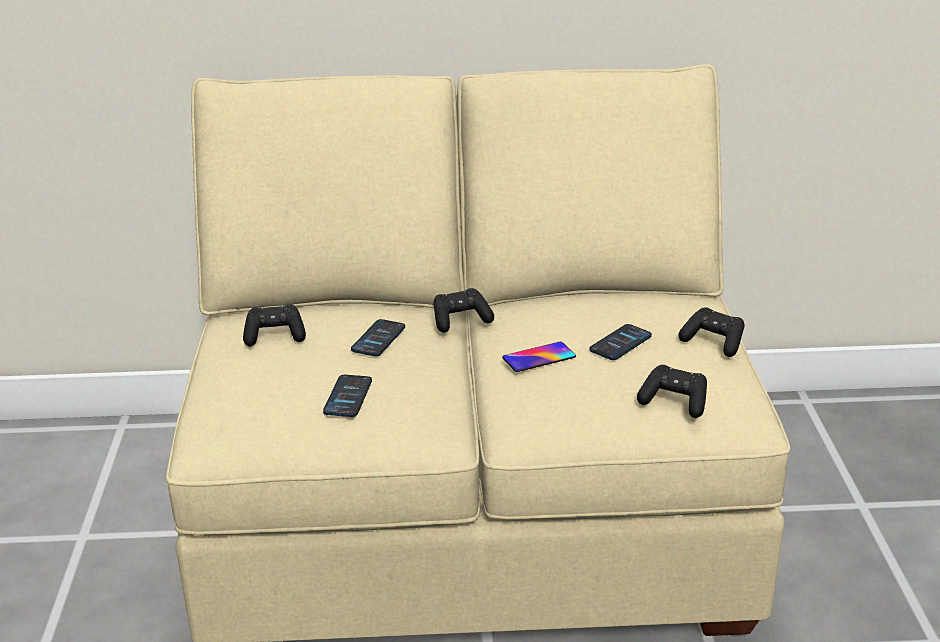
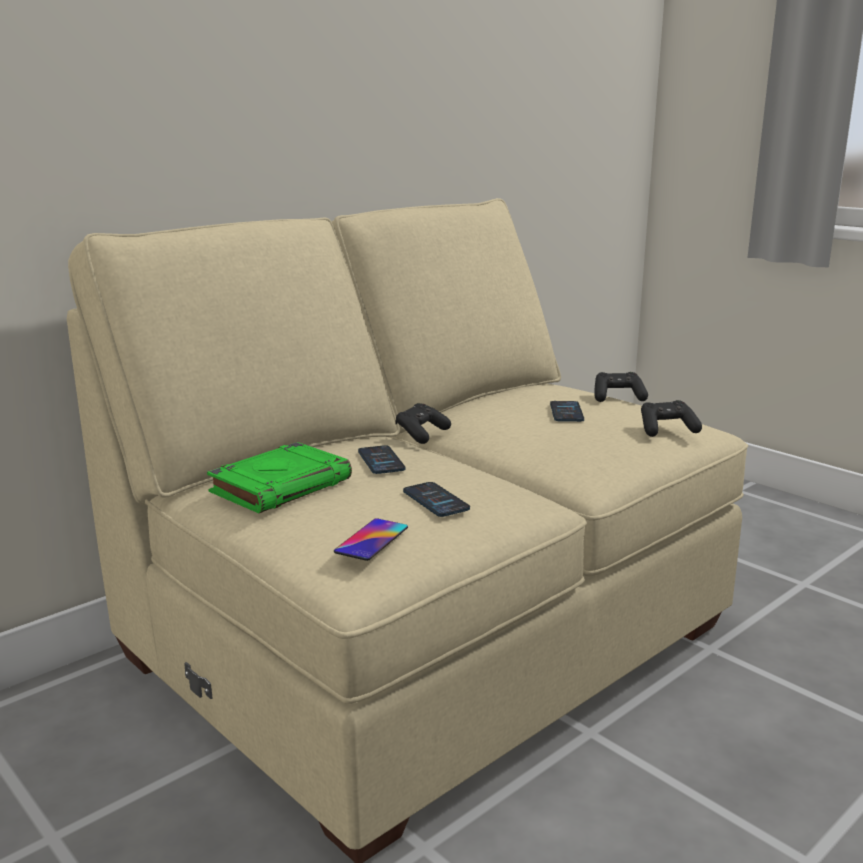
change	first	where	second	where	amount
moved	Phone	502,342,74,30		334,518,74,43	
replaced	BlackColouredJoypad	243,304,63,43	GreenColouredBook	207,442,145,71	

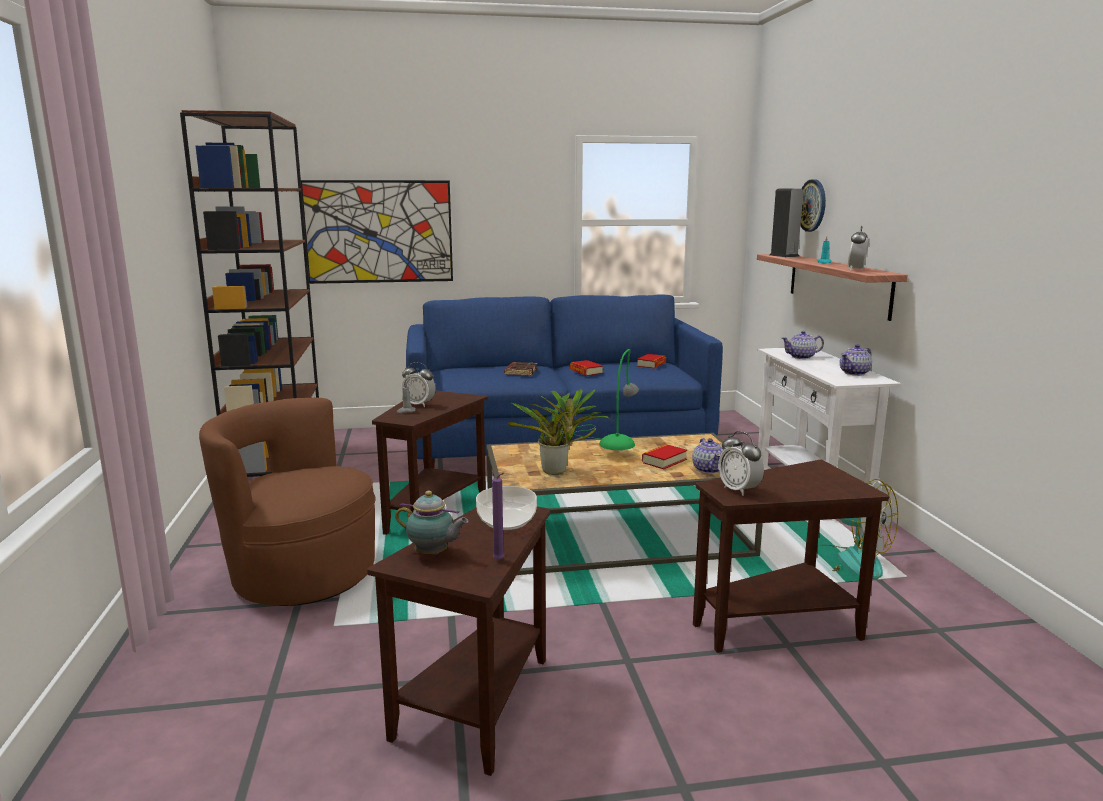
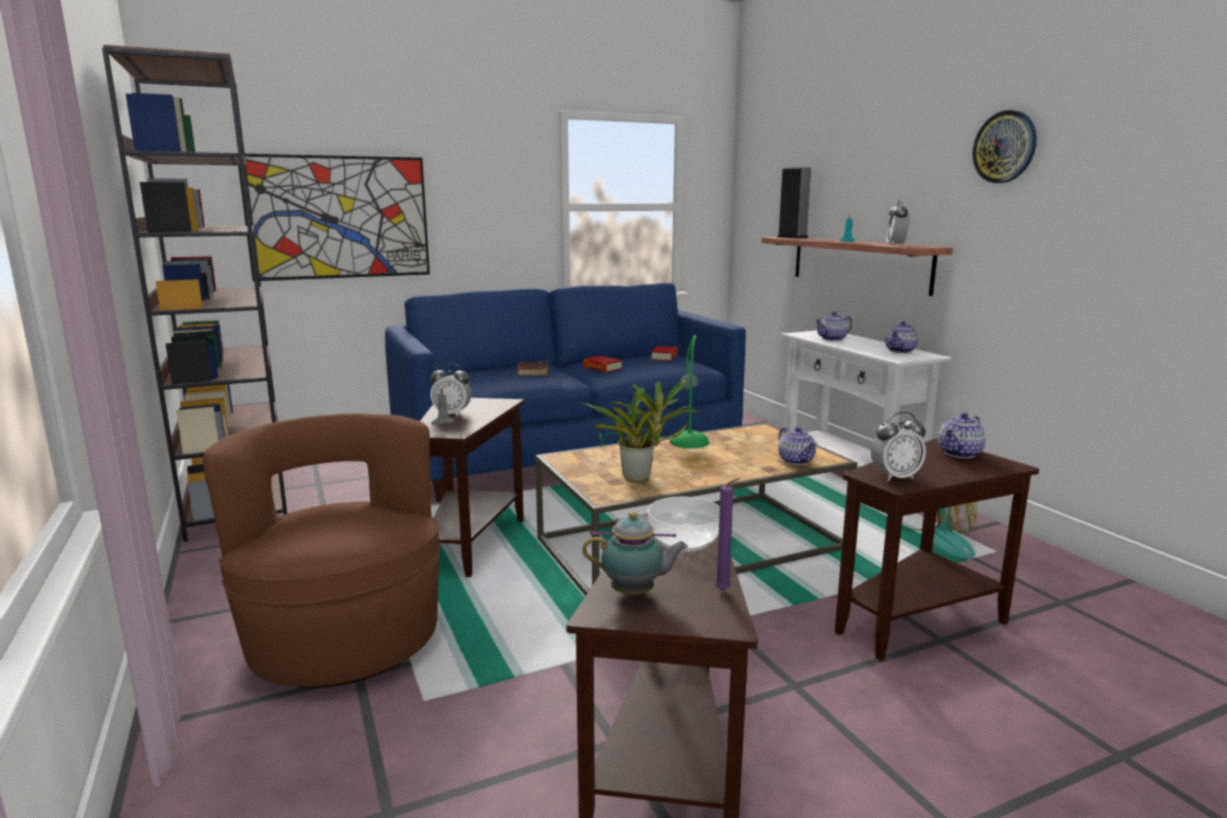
change	first	where	second	where	amount
removed	Book	642,444,45,25			
added			TeaPot	938,413,48,45	
moved	HangingClock	800,180,26,52		972,110,65,73	
turned	BrownishEasyChair	199,398,177,208		203,413,237,275	60 degrees clockwise
turned	BedsideClock	718,431,46,65		871,412,55,70	60 degrees counterclockwise

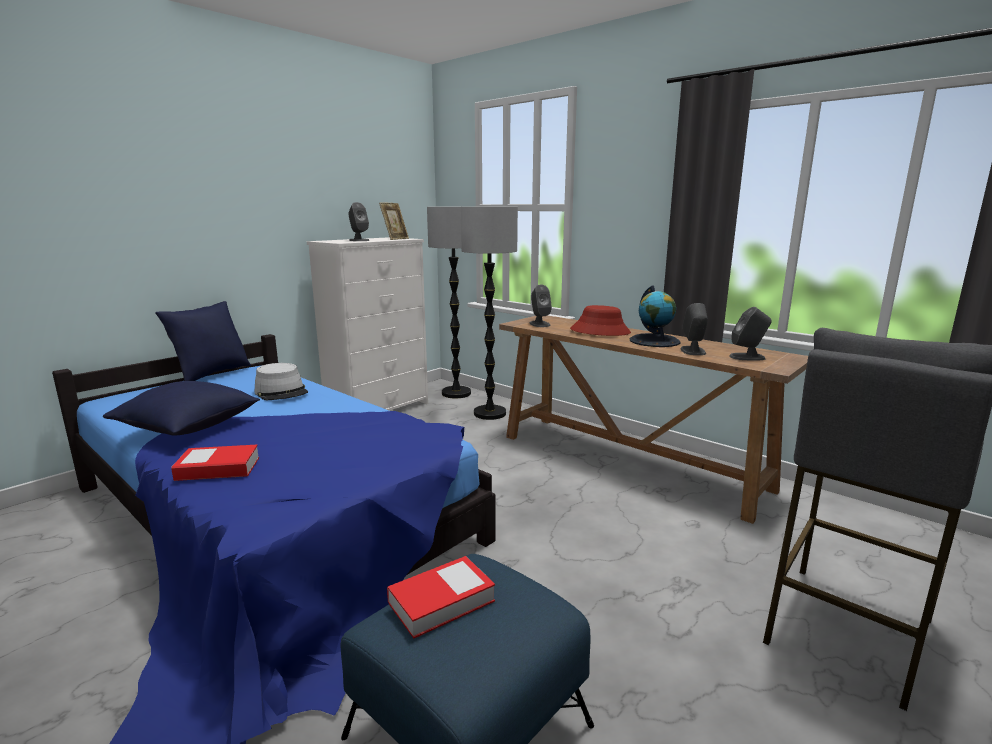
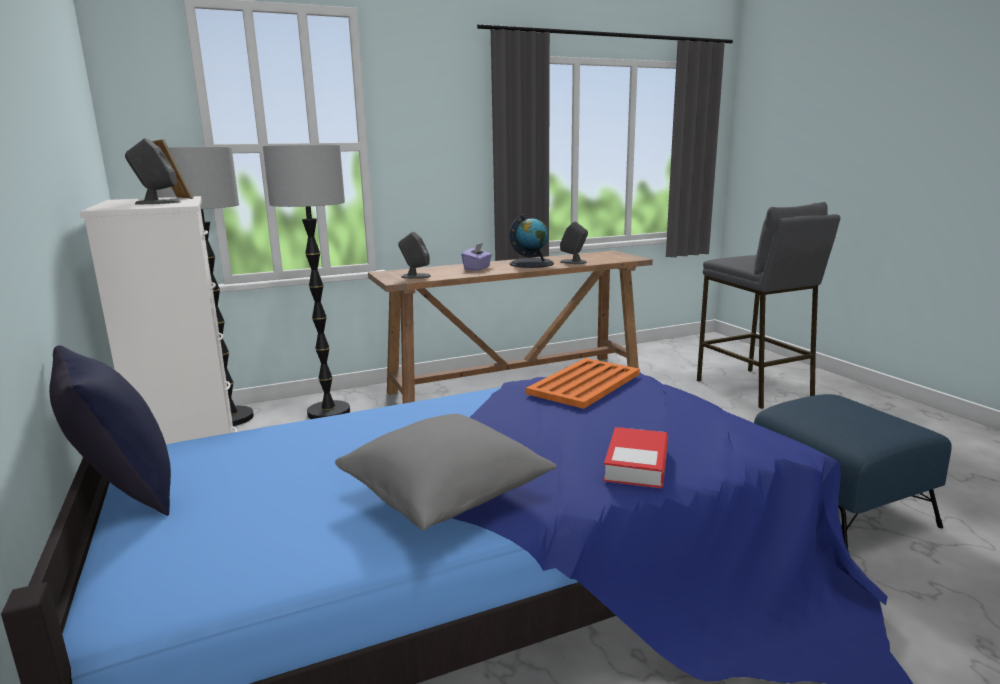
change	first	where	second	where	amount
removed	GreyishWearableHat	255,363,53,37			
removed	Book	387,556,108,82			
removed	GreyishLoudspeaker	729,307,43,54			
added			OrangeServingTray	526,358,114,51	
replaced	RedWearableHat	570,305,61,31	PurpleColouredTissueBox	461,243,31,28	
recoloured	BluishCushion	103,381,157,54	GreyishCushion	335,414,222,117	

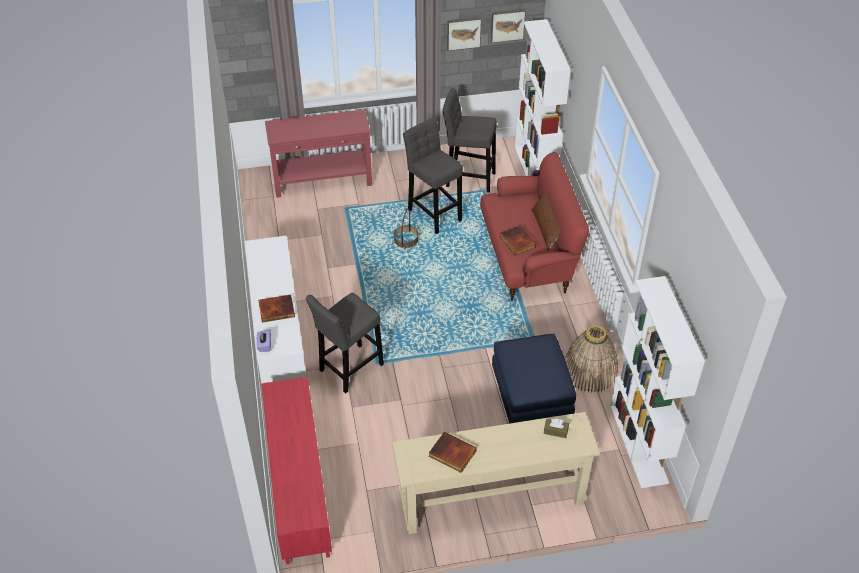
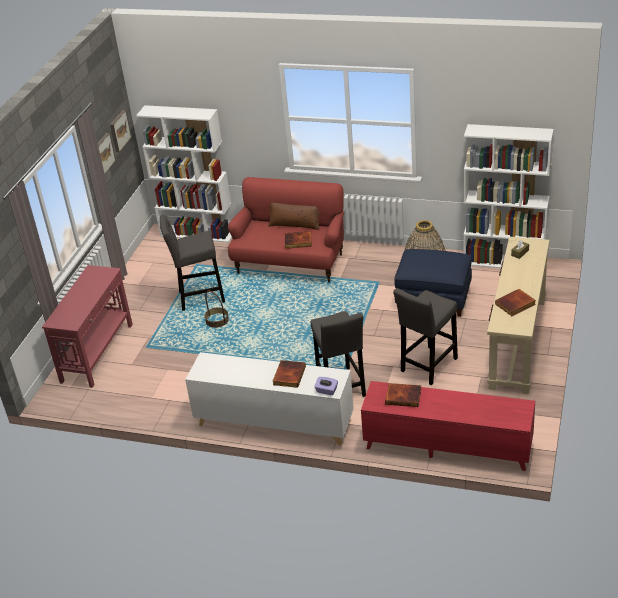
change	first	where	second	where	amount
added			Book	385,383,36,24	
moved	GreyishStool	442,88,54,105		393,288,65,97	

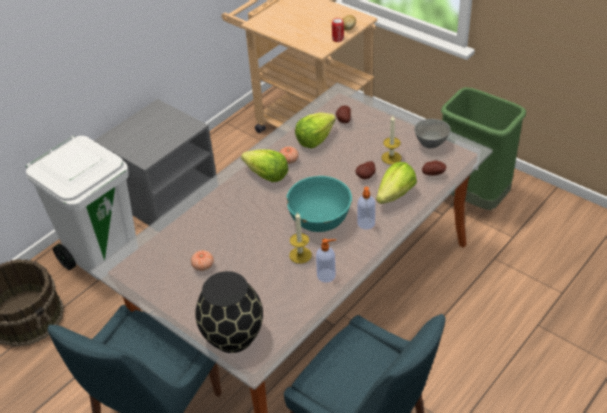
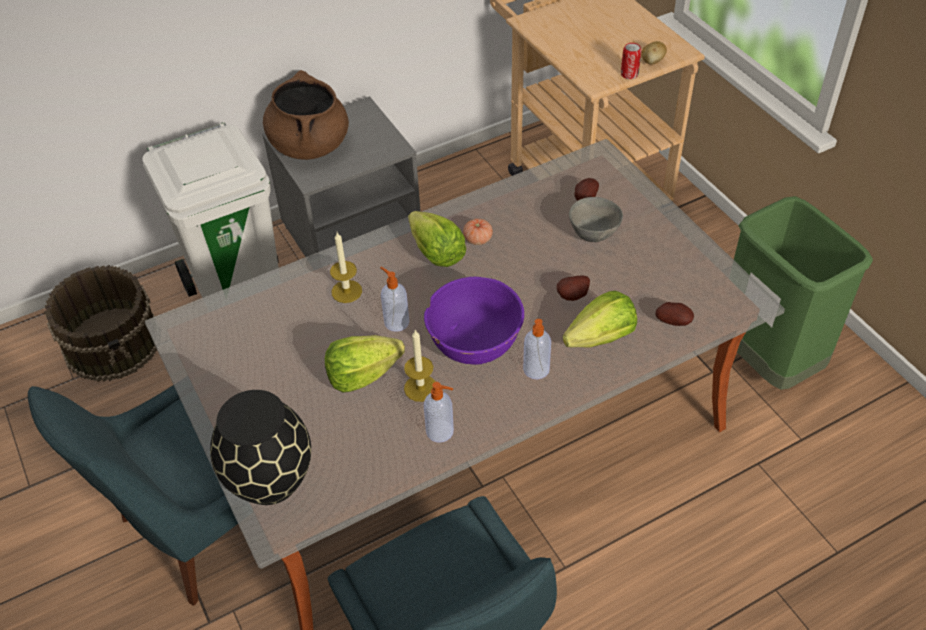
change	first	where	second	where	amount
removed	Tomato	191,250,23,21			
added			BrownishSaucepot	263,70,86,90	
added			SoapBottle	380,267,29,65	
moved	HeadOfLettuce	295,112,41,37		325,335,80,58	
moved	WaxLight	381,116,21,49		330,232,32,71	
moved	GreyishDeepDish	415,119,36,29		569,197,54,45	
recoloured	TurquoiseColouredDeepDish	286,176,66,56	PurpleColouredDeepDish	424,277,100,88	

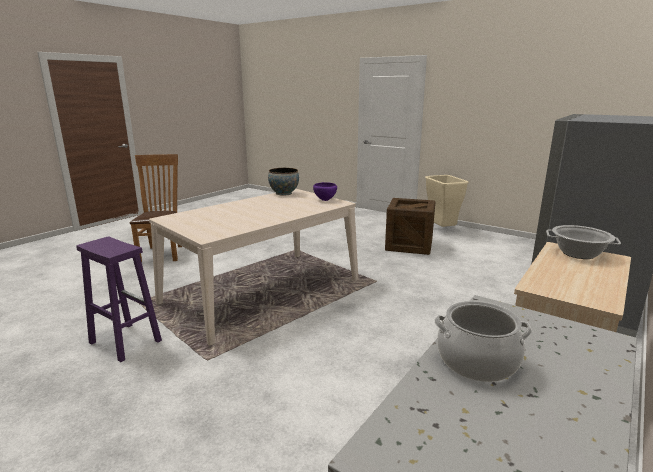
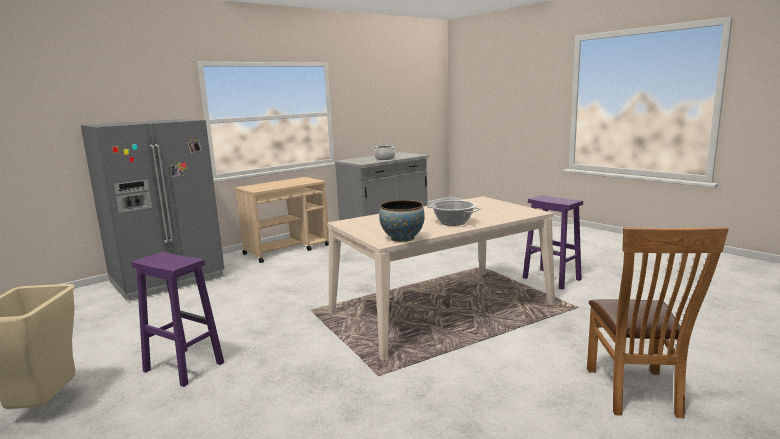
change	first	where	second	where	amount
removed	PurpleColouredDeepDish	313,182,24,19			
moved	Saucepot	546,225,75,34		427,200,54,26	
replaced	PackingCrate	385,198,50,57	PurpleColouredStool	131,252,93,135	

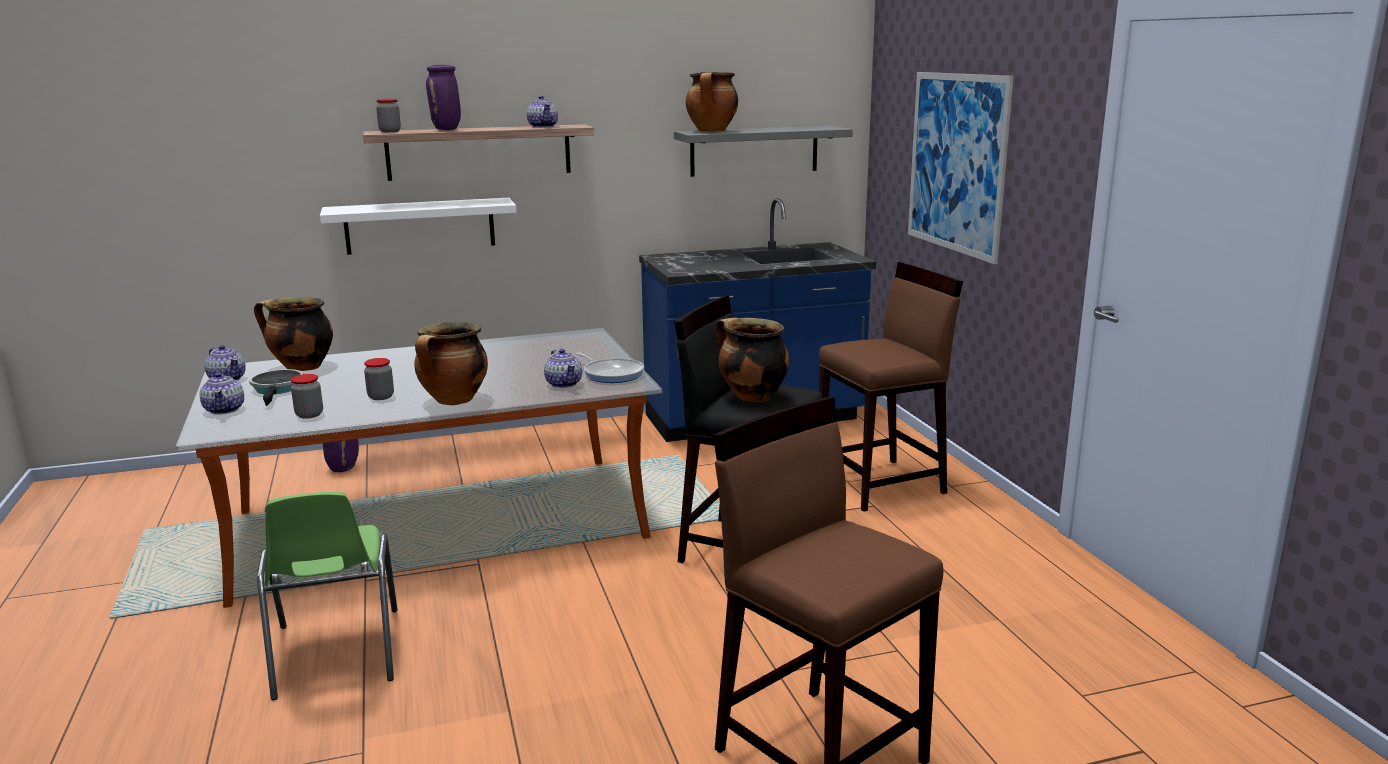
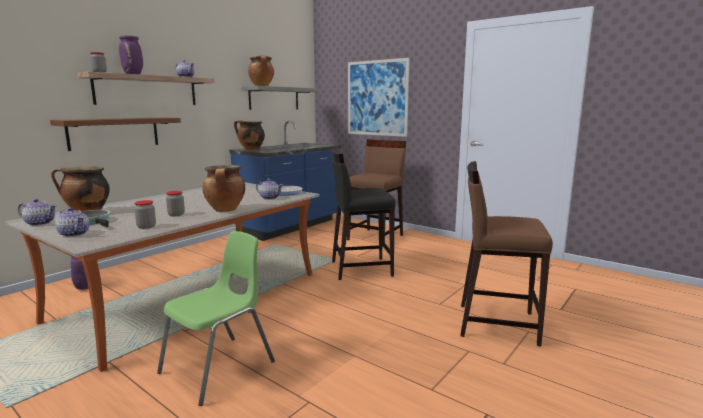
change	first	where	second	where	amount
moved	Saucepot	715,318,74,84		234,120,31,30	
recoloured	WhiteColouredShelf	320,198,197,57	BrownishShelf	50,118,131,33	
turned	GreenColouredPlainChair	257,491,141,209		157,231,118,175	90 degrees counterclockwise

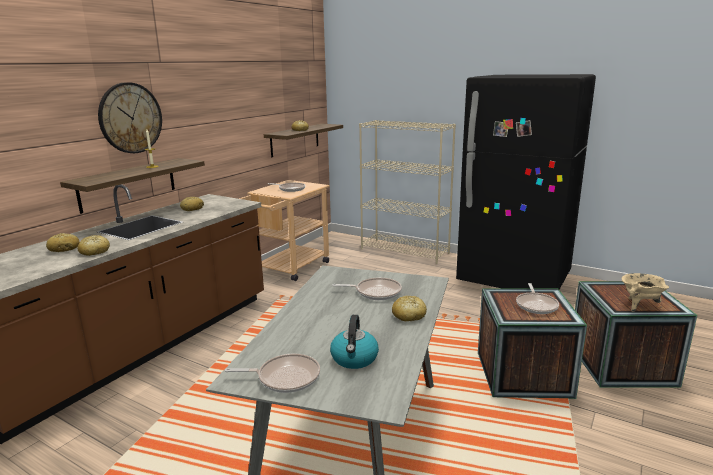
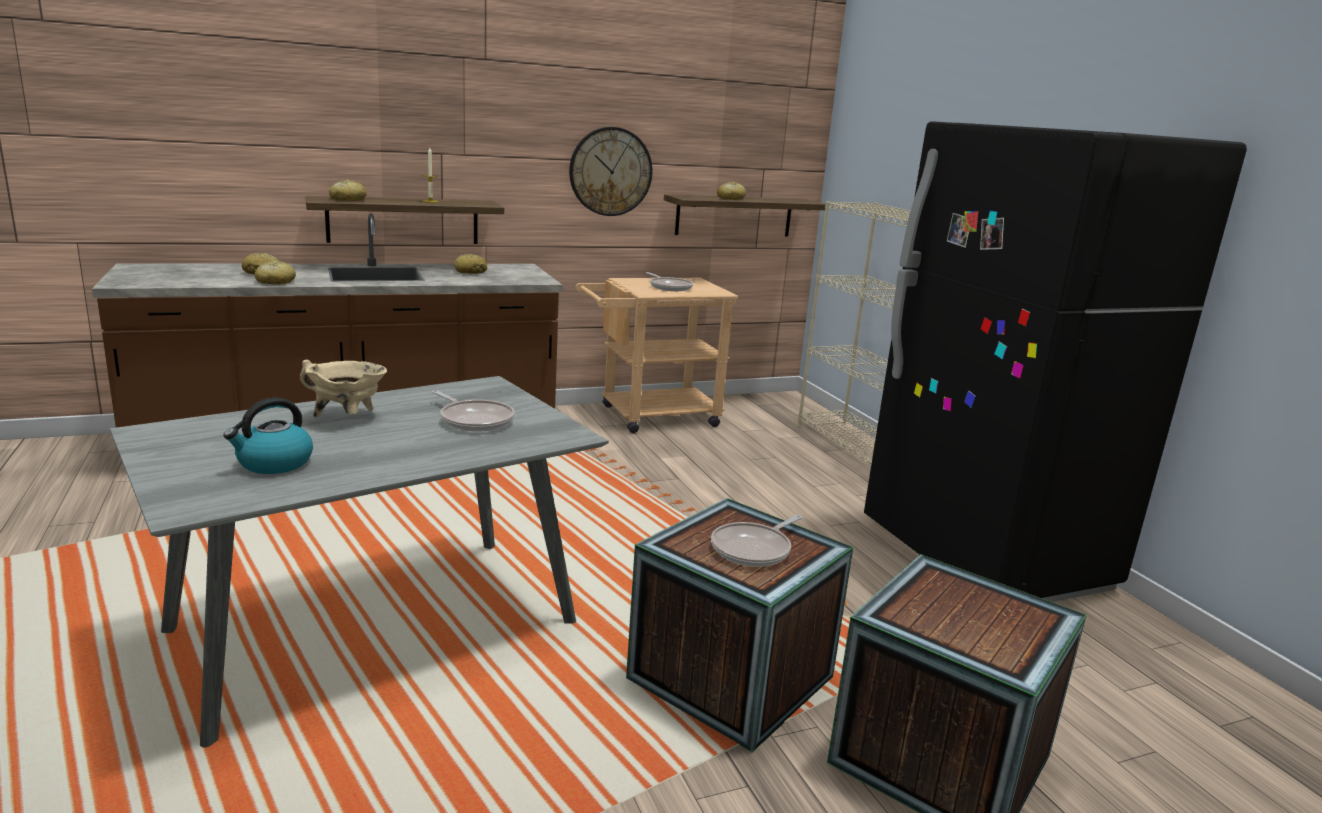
change	first	where	second	where	amount
removed	Skillet	225,353,95,40			
moved	HangingClock	98,82,64,71		569,127,84,89	
moved	Bread	392,296,35,26		329,180,37,21	
moved	SandColouredSaucepot	622,273,47,39		300,360,87,57	

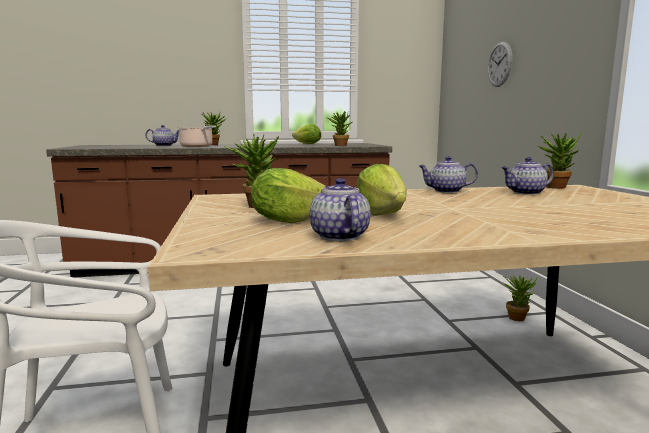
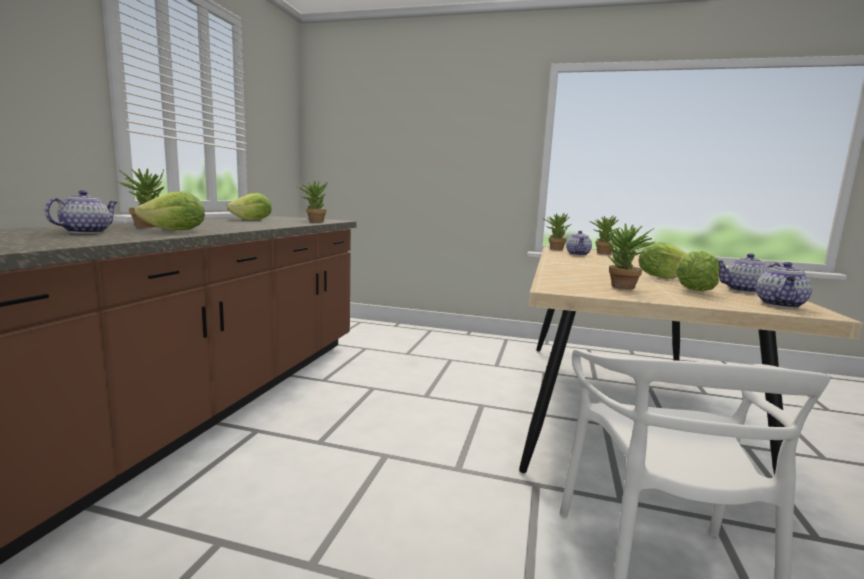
change	first	where	second	where	amount
removed	HangingClock	487,42,25,45			
moved	TeaPot	419,156,59,37		756,262,56,46	
moved	Houseplant	502,275,35,46		589,215,32,39	
replaced	Saucepot	177,126,39,21	HeadOfLettuce	135,192,70,39	

